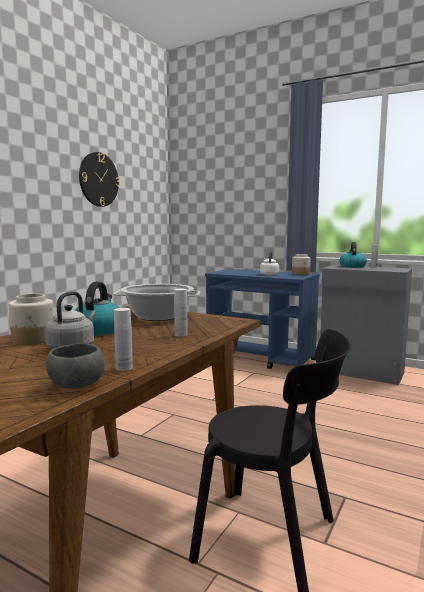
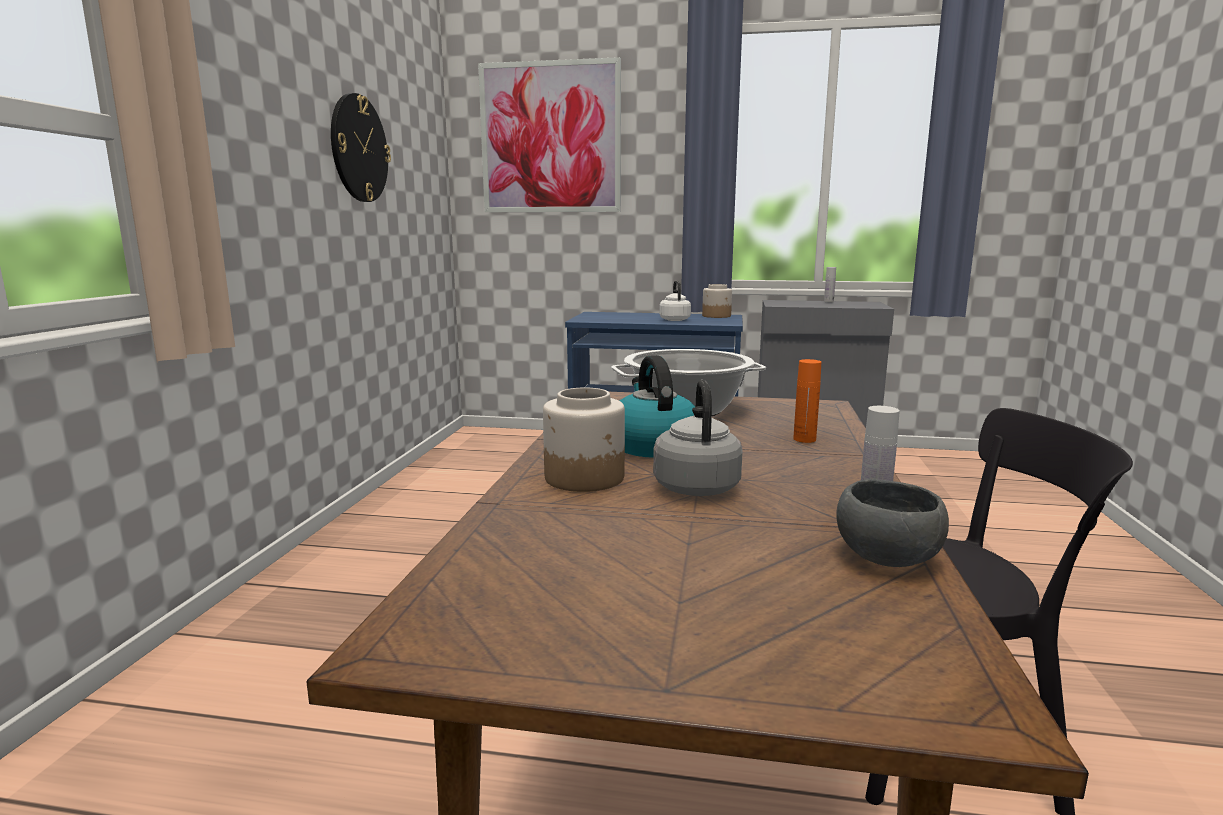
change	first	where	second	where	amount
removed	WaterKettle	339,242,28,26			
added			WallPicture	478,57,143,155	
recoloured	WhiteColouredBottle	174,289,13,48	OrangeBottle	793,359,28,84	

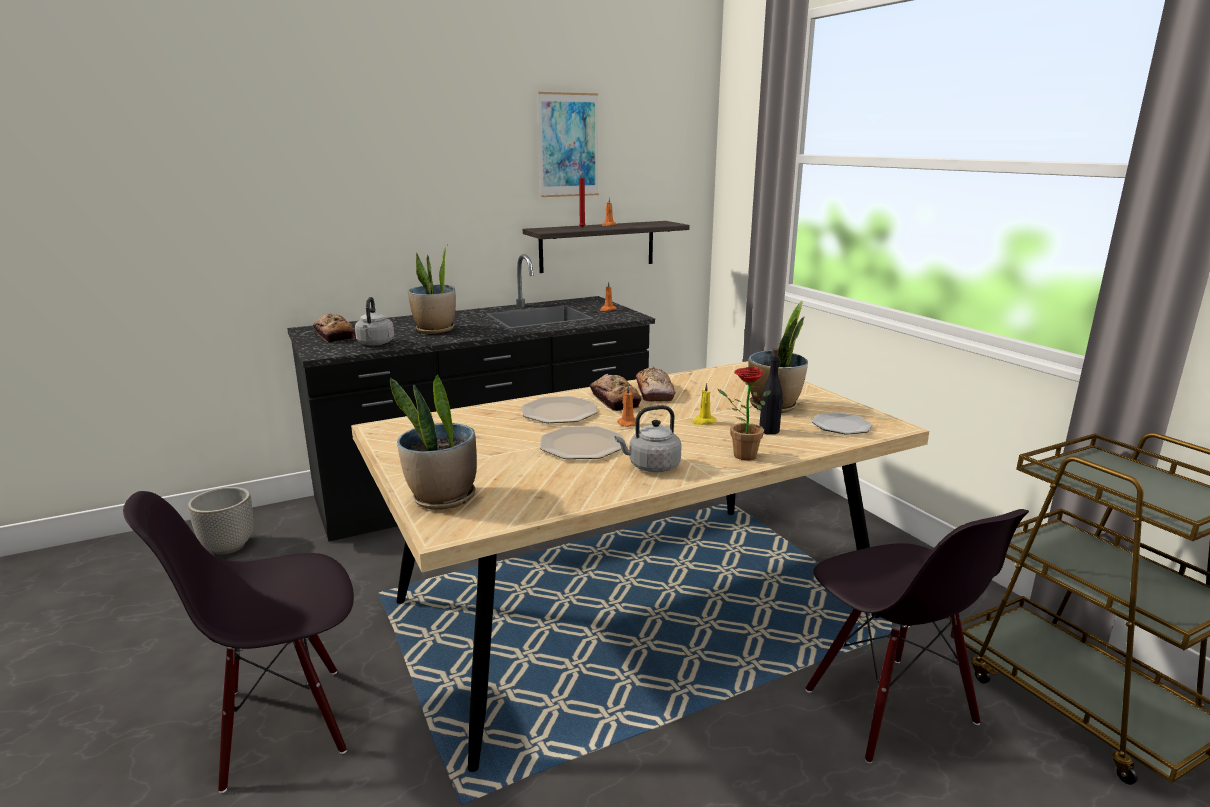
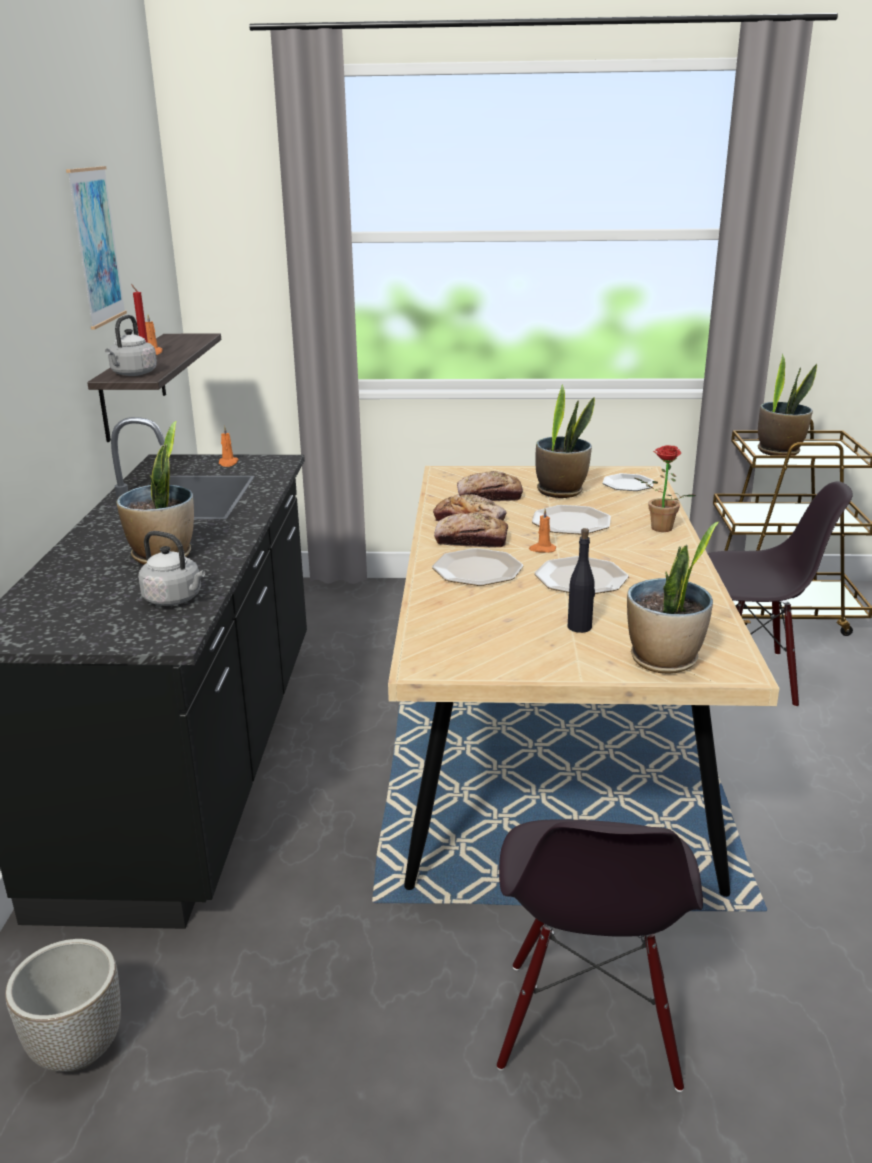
change	first	where	second	where	amount
added			Houseplant	758,354,59,101	
moved	Bread	313,313,41,29		457,471,66,30	
moved	GreyishWaterKettle	615,405,67,67		105,315,52,61	
moved	BlackColouredBottle	759,348,24,87		567,528,28,105	
replaced	YellowishWaxLight	692,383,24,42	DinnerPlate	532,505,79,29	

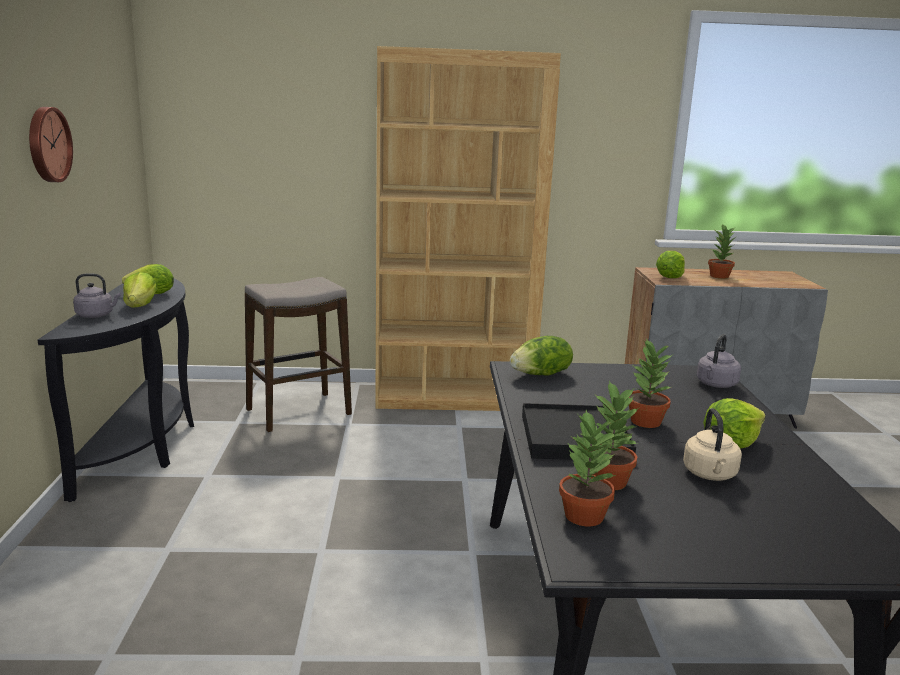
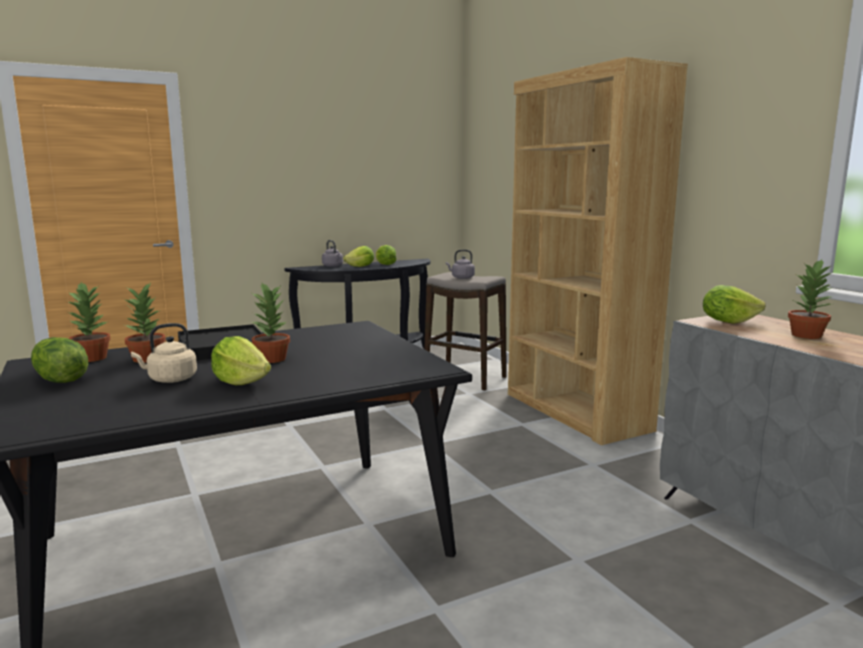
change	first	where	second	where	amount
removed	HangingClock	29,107,44,75			
moved	HeadOfLettuce	510,336,63,39		31,337,57,46	
moved	GreyishWaterKettle	697,334,44,54		446,250,29,29	

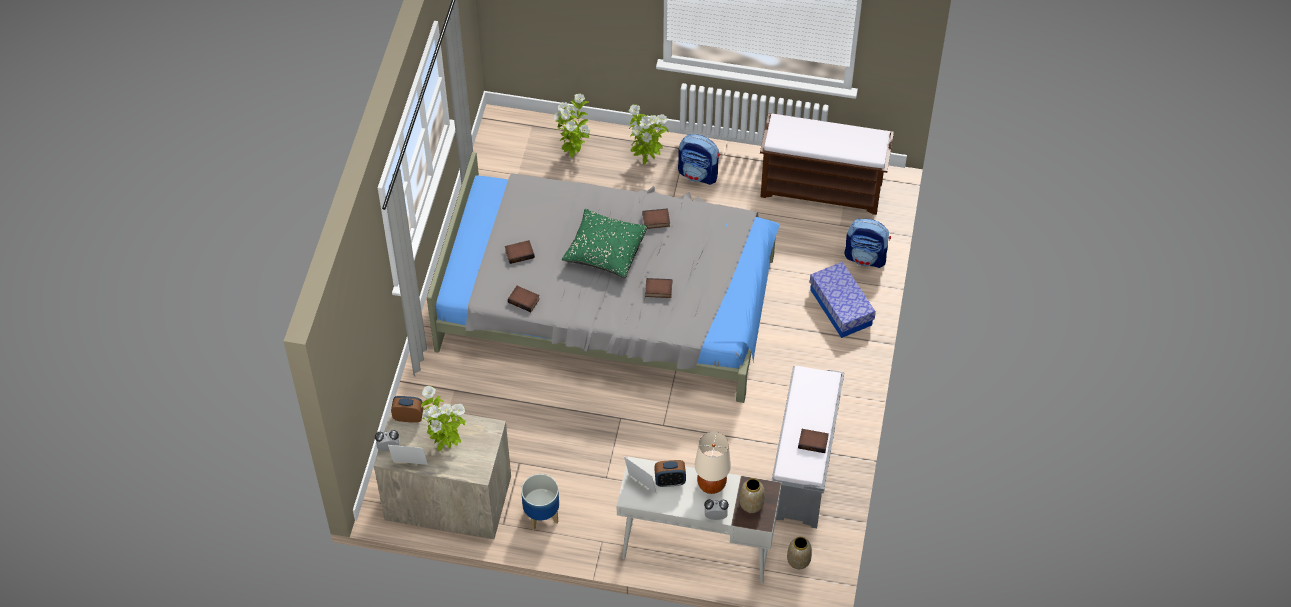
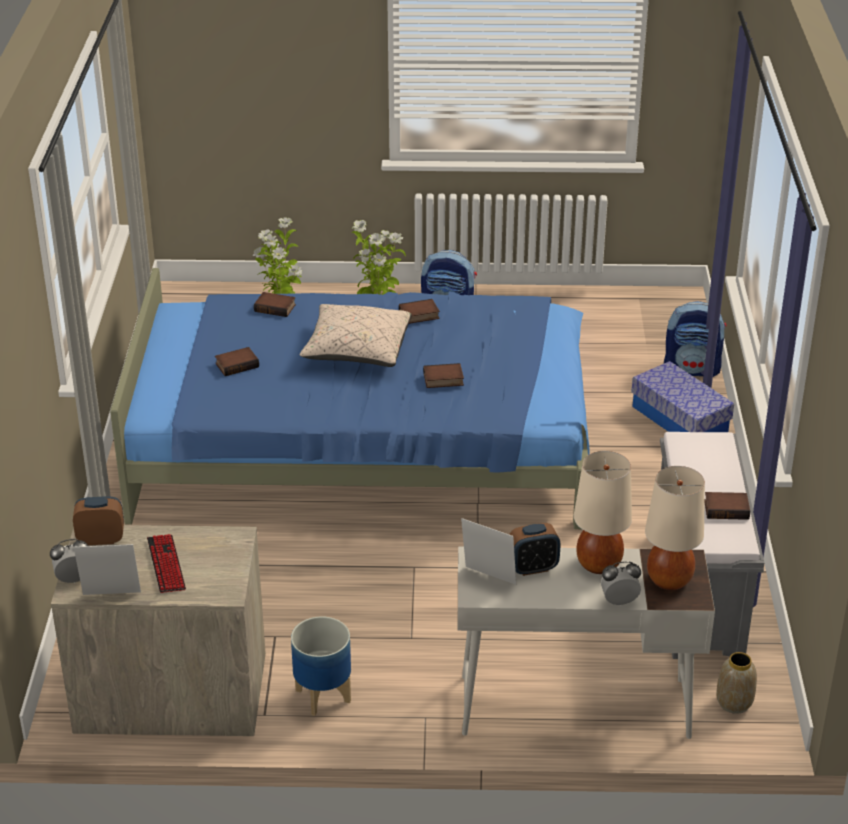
change	first	where	second	where	amount
removed	BrownishLongSeat	760,113,134,102			
moved	Book	508,286,32,26		254,292,42,25	
replaced	Houseplant	421,386,45,65	ComputerKeyboard	147,534,39,59	
replaced	DecorativeVase	739,478,26,35	SandColouredTabletopLamp	645,466,60,124	
recoloured	GreyishBed	427,152,353,251	BluishBed	110,268,479,261	
recoloured	GreenColouredCushion	562,209,86,69	SandColouredCushion	300,304,112,63	

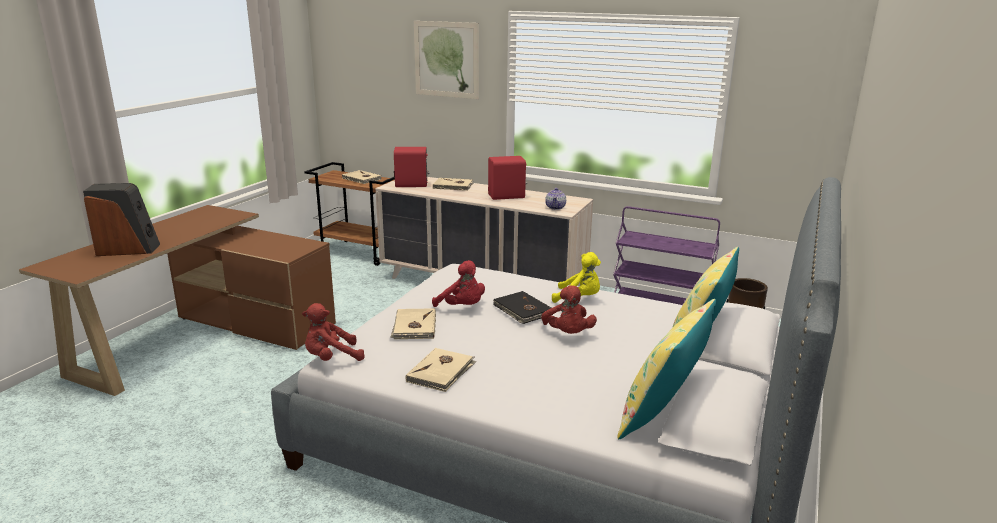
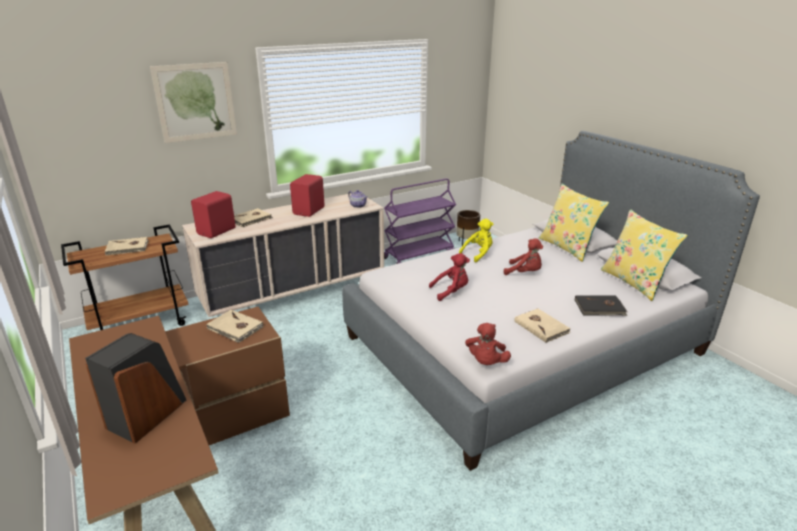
change	first	where	second	where	amount
moved	SandColouredBook	390,308,46,31		206,310,58,33	
moved	BlackColouredBook	493,291,58,33		575,295,53,21	

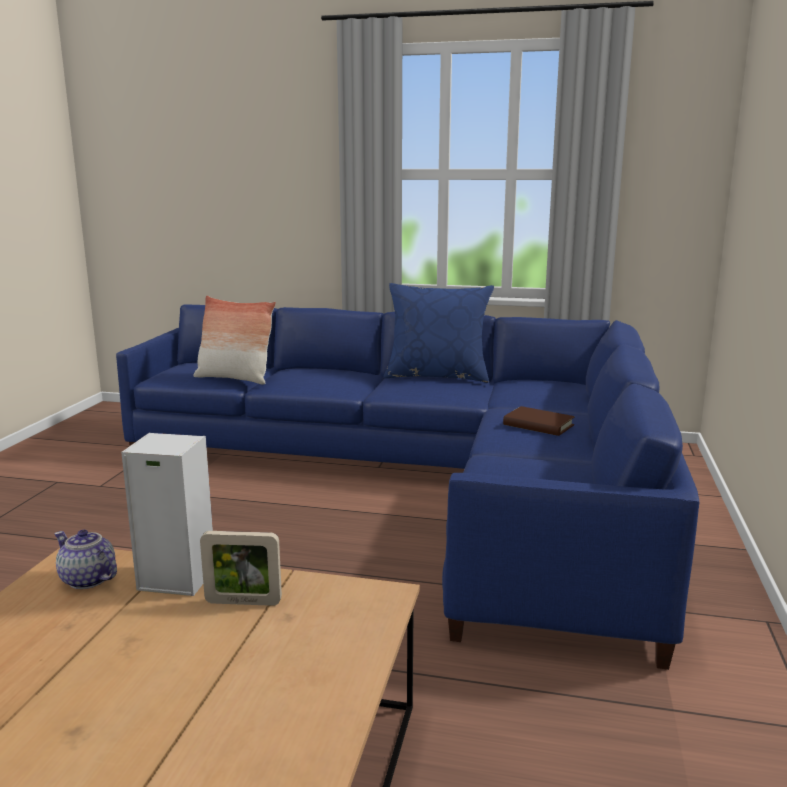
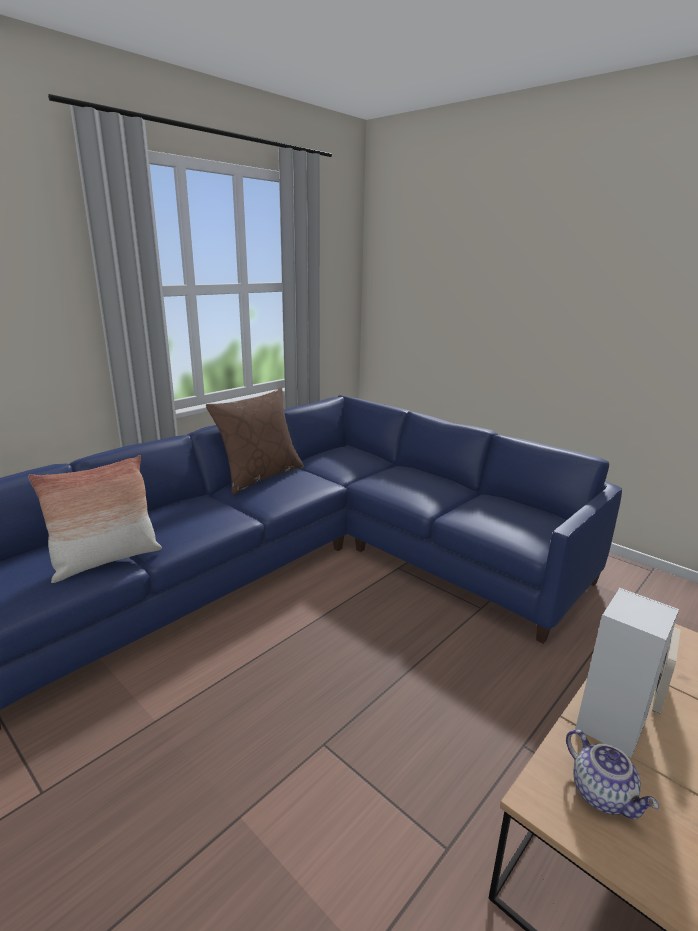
change	first	where	second	where	amount
removed	BrownishBook	503,406,72,30			
recoloured	BluishCushion	383,283,111,100	BrownishCushion	206,387,98,108	
turned	TeaPot	54,530,63,59		566,729,93,90	90 degrees counterclockwise

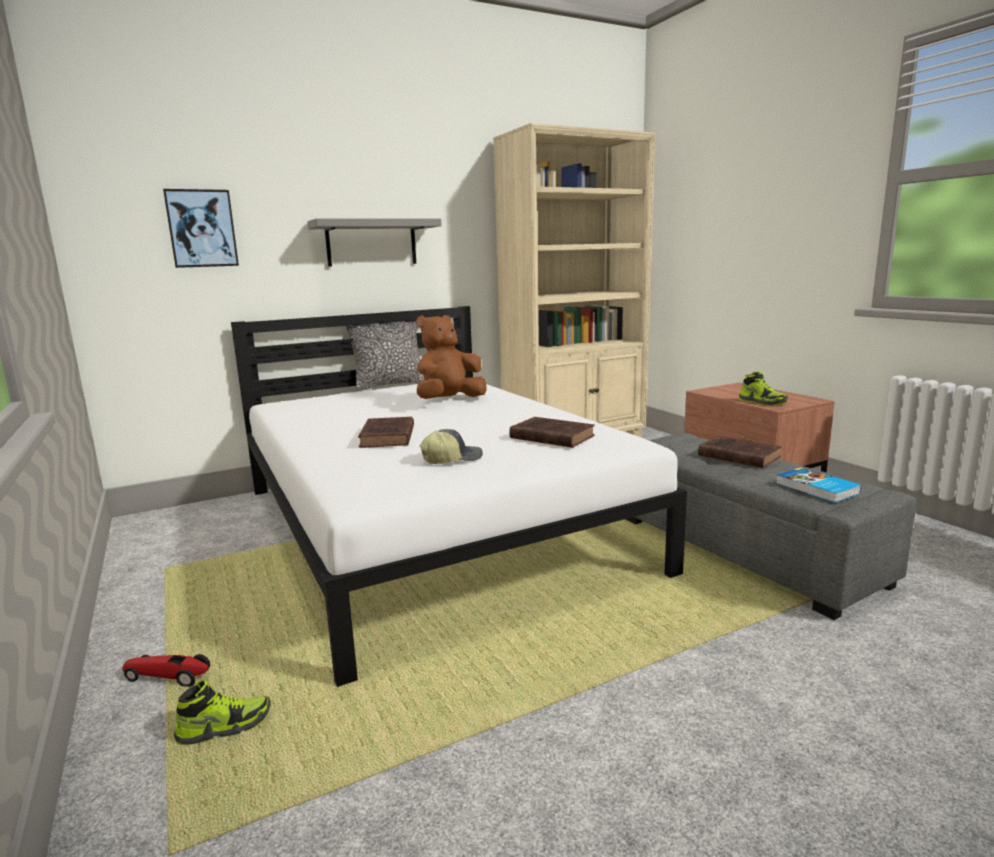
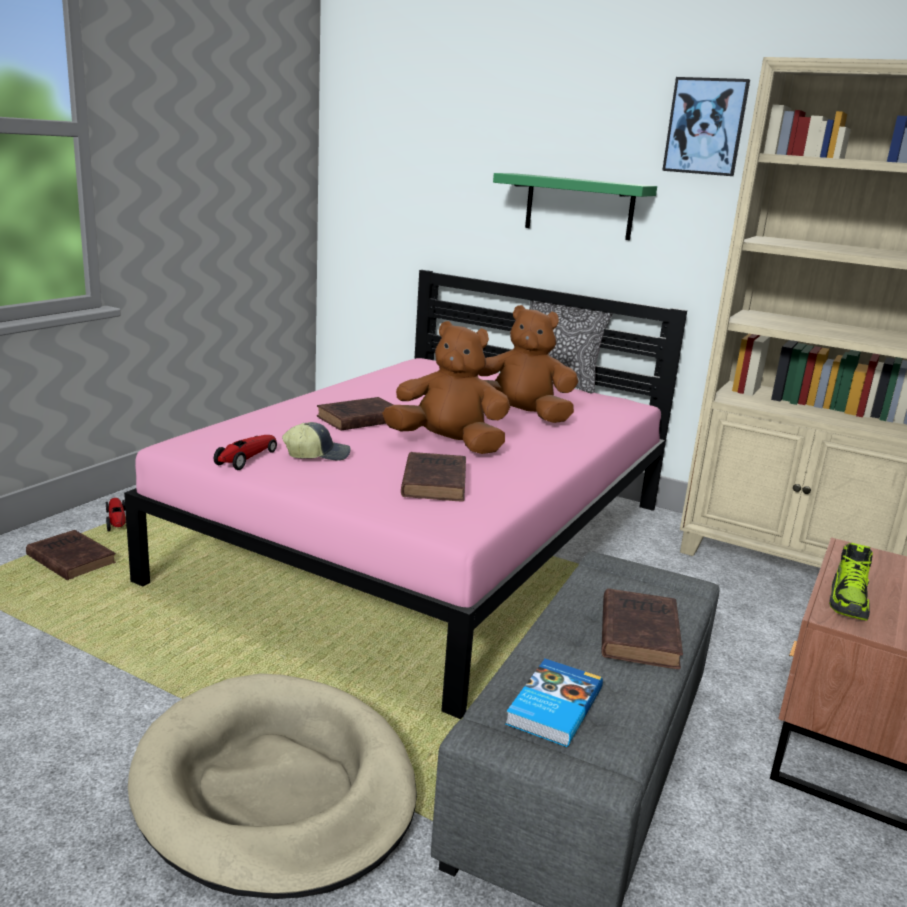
change	first	where	second	where	amount
added			SandColouredDogCushion	128,673,289,226	
added			ModelCar	214,435,63,35	
added			BrownishSoftToy	382,321,128,133	
moved	WallPicture	163,189,76,79		662,77,88,99	
replaced	ItemOfFootwear	174,680,97,65	BrownishBook	26,530,91,50	
recoloured	WhiteColouredBed	231,306,456,381	PinkishBed	124,270,563,449	
recoloured	GreyishShelf	307,218,135,49	GreenColouredShelf	493,173,164,67	
turned	Cap	419,429,64,35		282,422,69,39	45 degrees counterclockwise

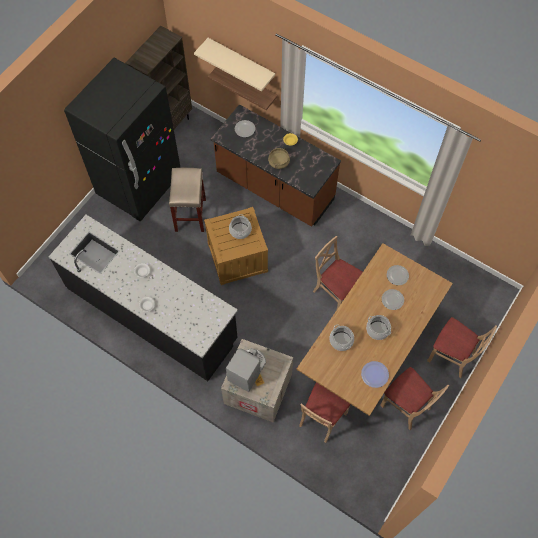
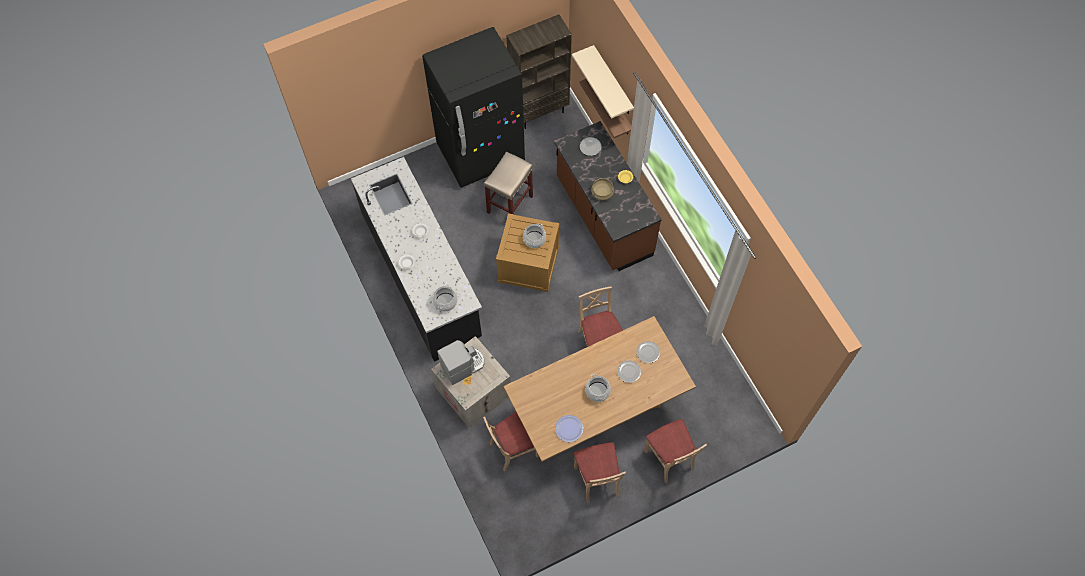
change	first	where	second	where	amount
moved	Saucepot	330,325,24,26		433,284,25,28	

